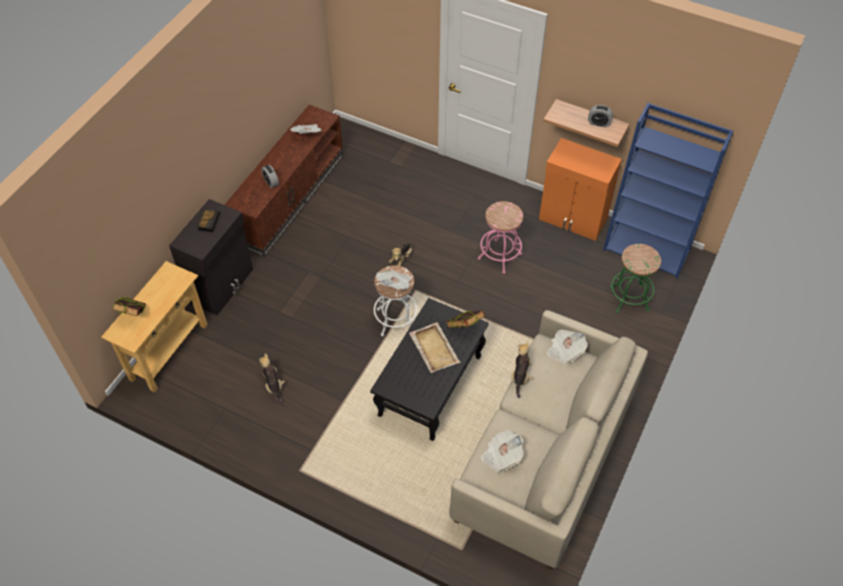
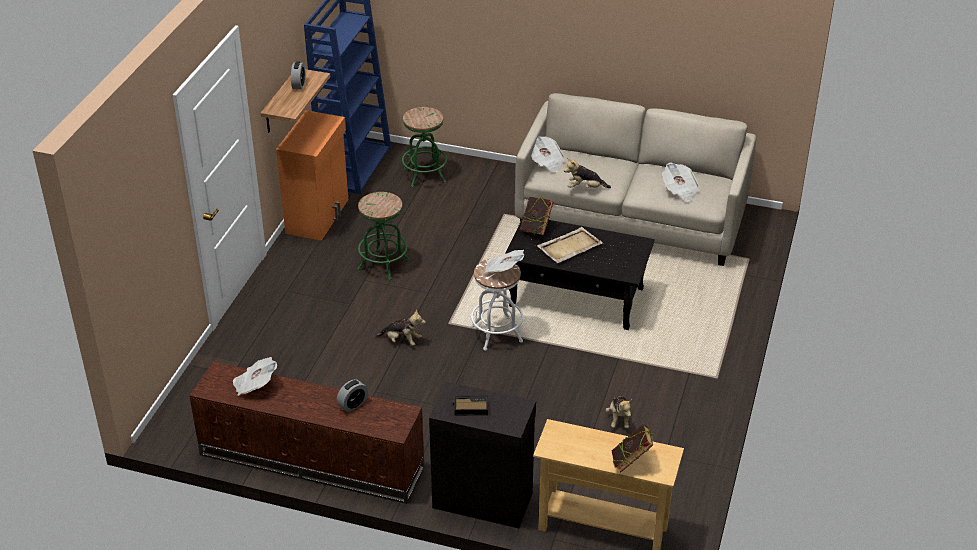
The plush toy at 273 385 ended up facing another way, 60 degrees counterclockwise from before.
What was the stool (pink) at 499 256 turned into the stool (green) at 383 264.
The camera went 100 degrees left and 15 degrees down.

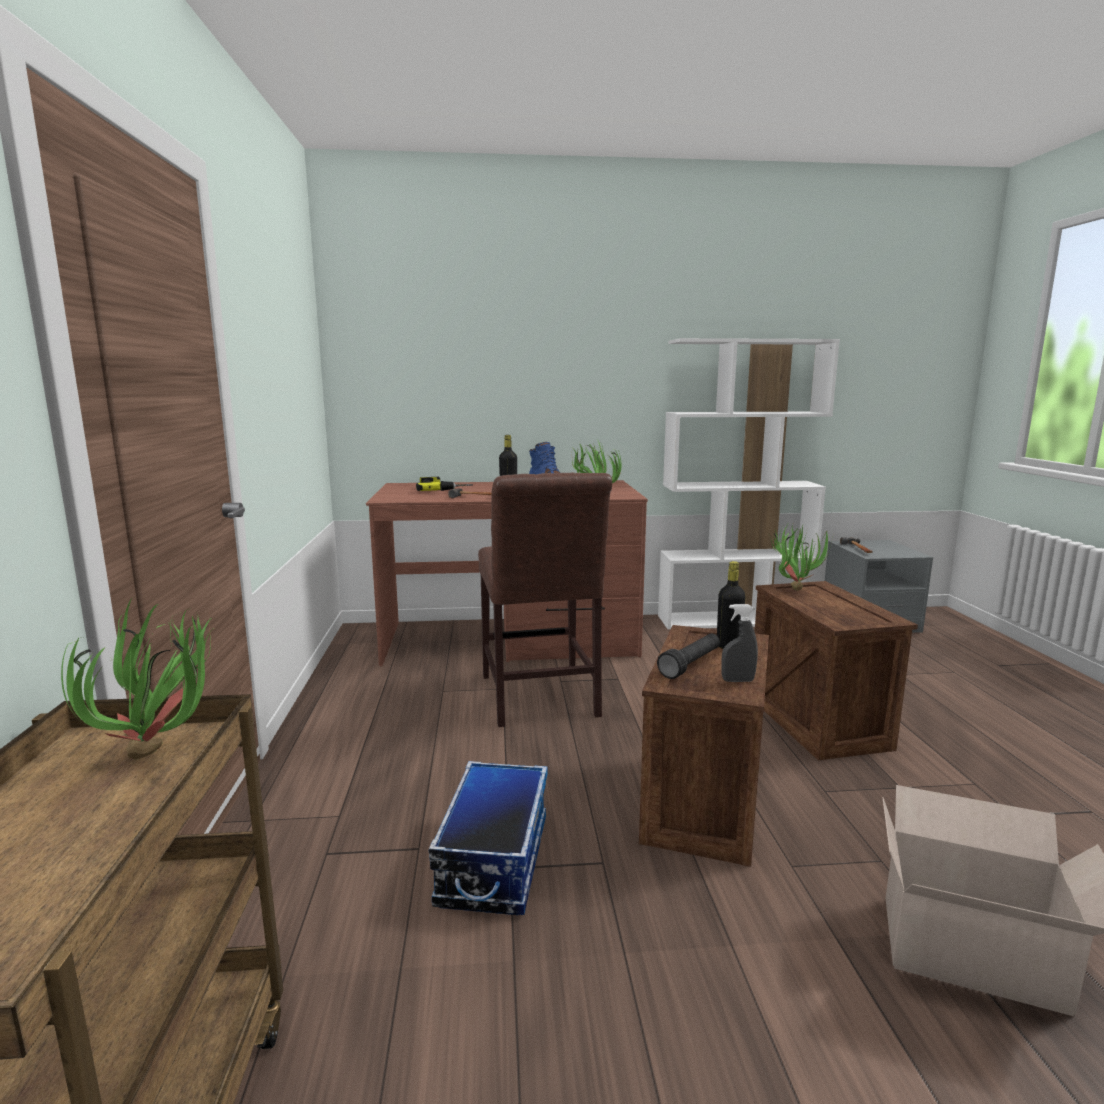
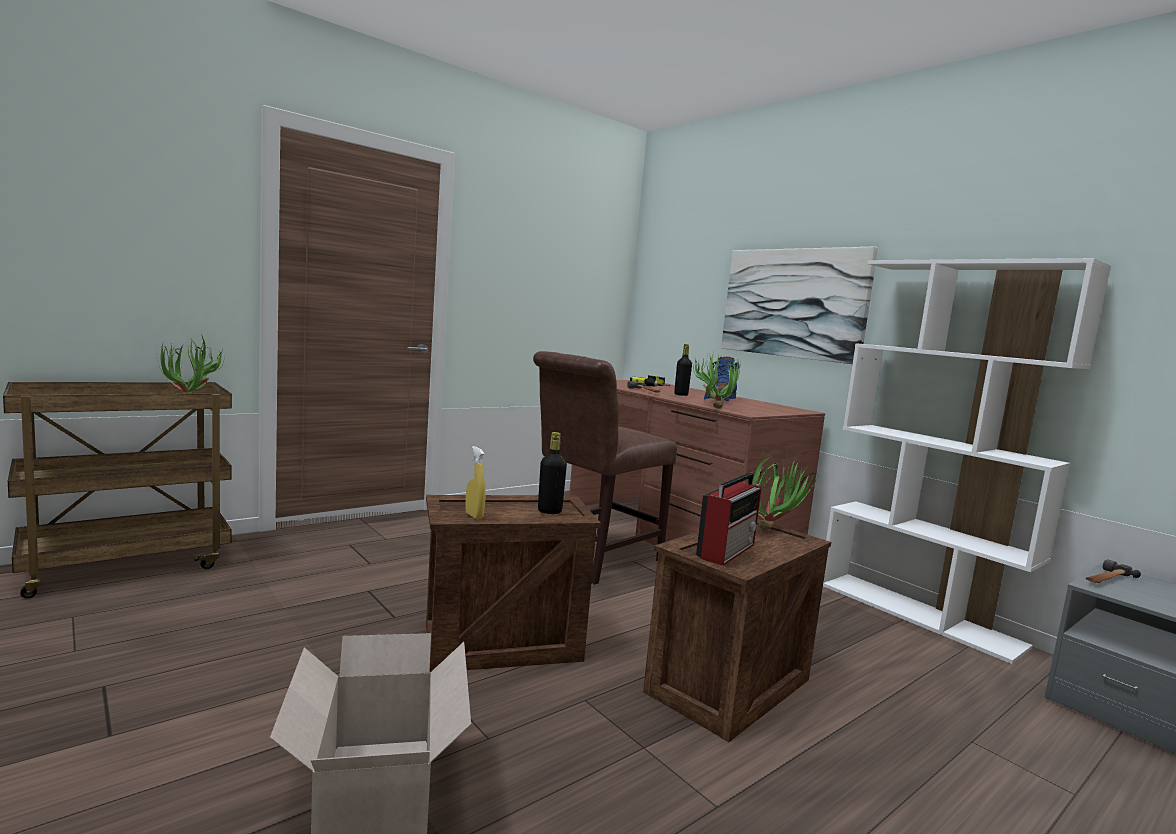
The second view lost the storage box at 493 860.
The second view lost the flashlight (black) at 691 665.
What was the spray bottle (grey) at 737 680 turned into the spray bottle (yellow) at 474 516.
The second view gained the radio at 727 550.
The second view gained the picture at 793 303.
The camera went 55 degrees right and 5 degrees down.

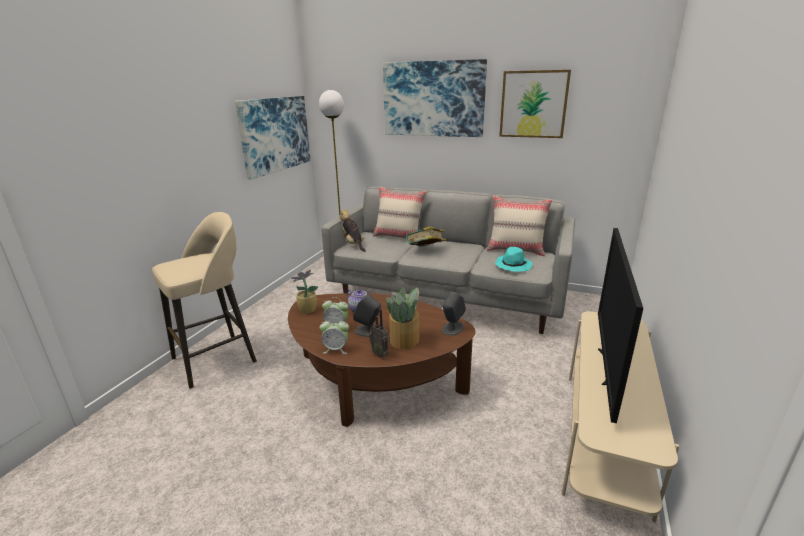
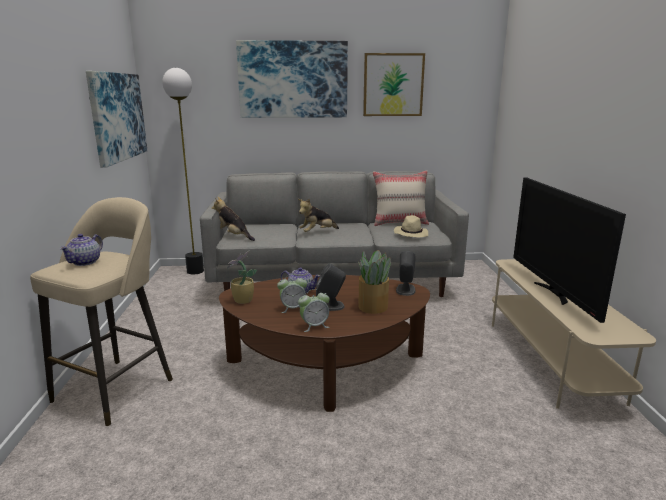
The second view lost the radio at 380 354.
The second view lost the pillow (beige) at 399 237.
Where the book stood at 425 251, the plush toy came to stand at 317 233.
What was the hat (turquoise) at 512 265 turned into the hat (beige) at 410 234.
The second view gained the teapot at 85 262.
The camera went 25 degrees left and 5 degrees down.

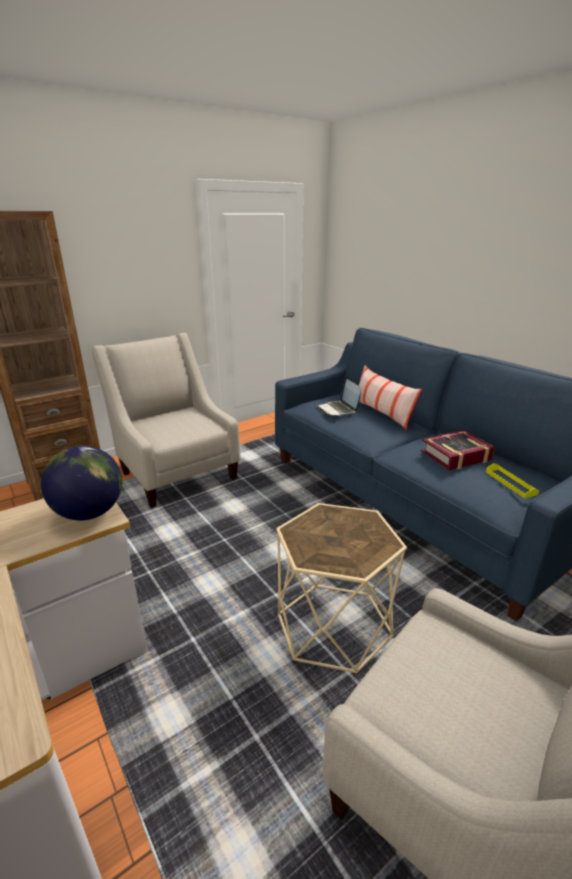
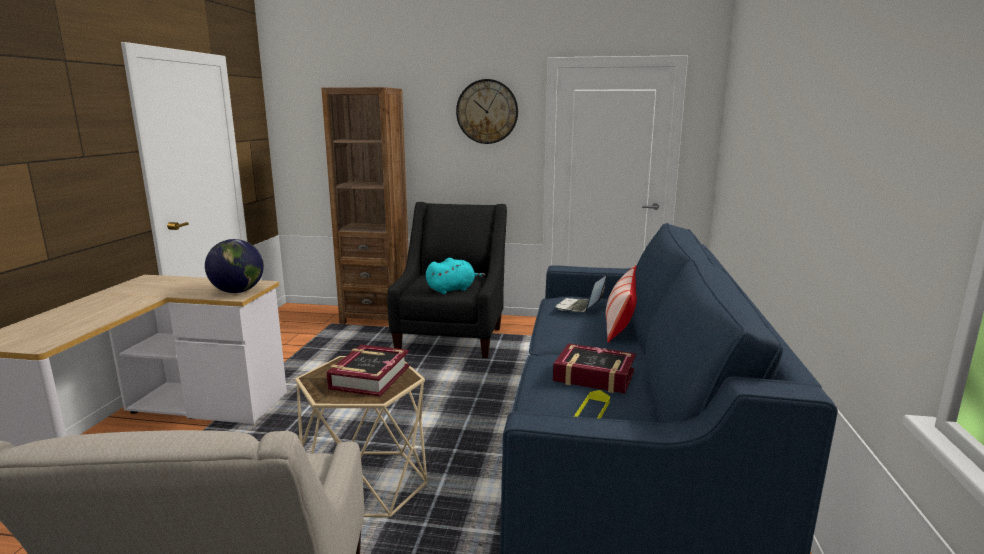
What was the armchair (beige) at 175 472 turned into the armchair (black) at 452 336.
The second view gained the book at 369 377.
The second view gained the plush toy (turquoise) at 452 289.
The second view gained the wall clock at 487 111.
The camera went 45 degrees right and 10 degrees down.

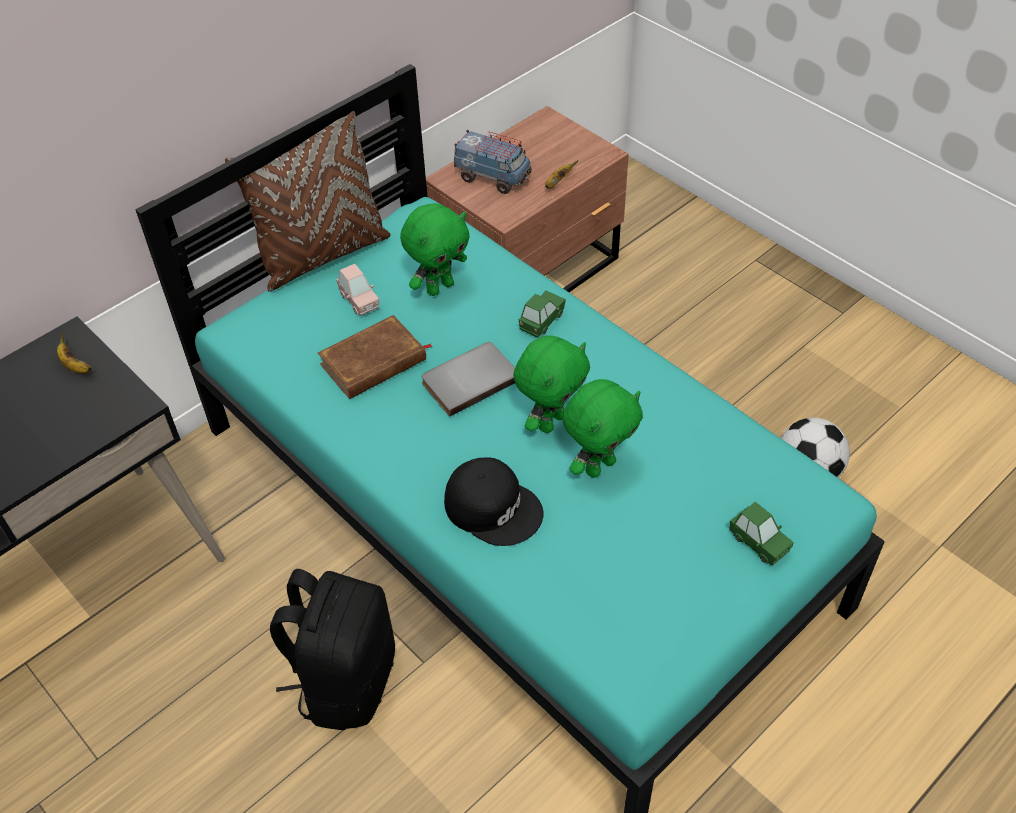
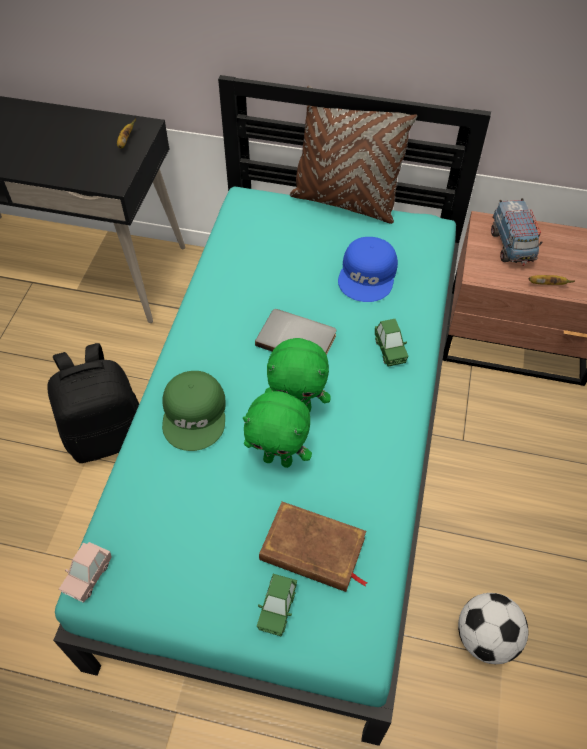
The book (brown) ended up elsewhere, having gone from 374 362 to 313 550.
The toy car (pink) ended up elsewhere, having gone from 359 300 to 88 576.
Where the plush toy (green) stood at 439 287, the cap (blue) came to stand at 368 275.
What was the cap (black) at 493 507 turned into the cap (green) at 195 414.
The toy car (green) at 542 321 ended up facing another way, 75 degrees clockwise from before.
The camera went 55 degrees right and 5 degrees up.

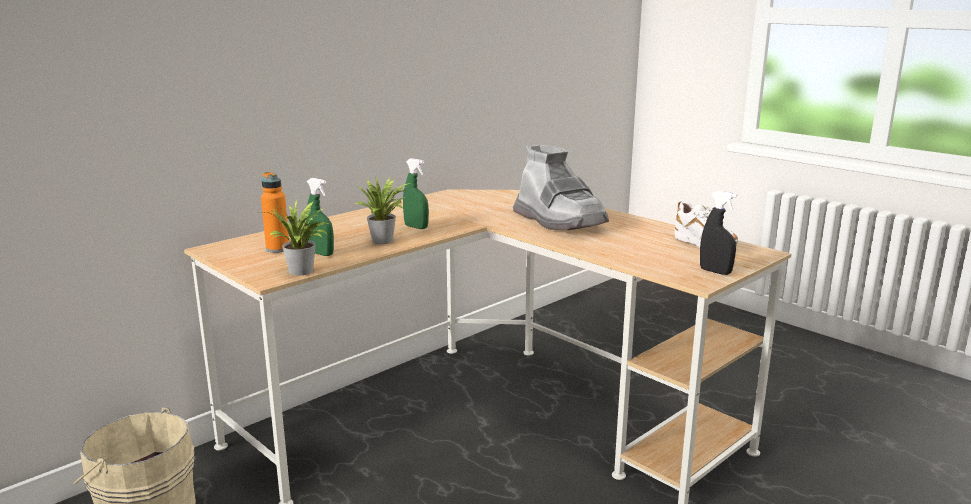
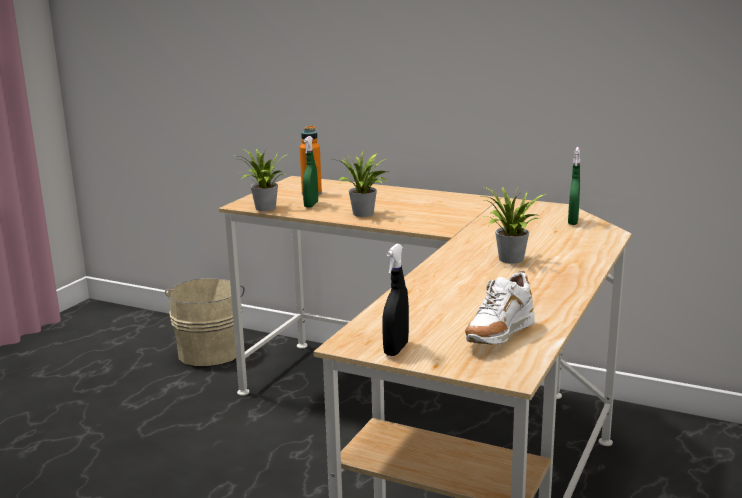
The spray bottle (green) ended up elsewhere, having gone from 416 227 to 573 222.
Where the boot (grey) stood at 559 221, the potted plant came to stand at 509 260.
The camera went 70 degrees right and 0 degrees up.

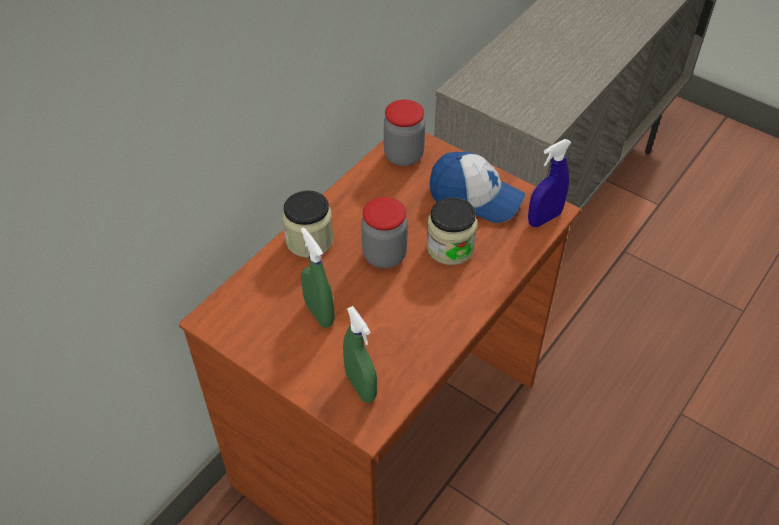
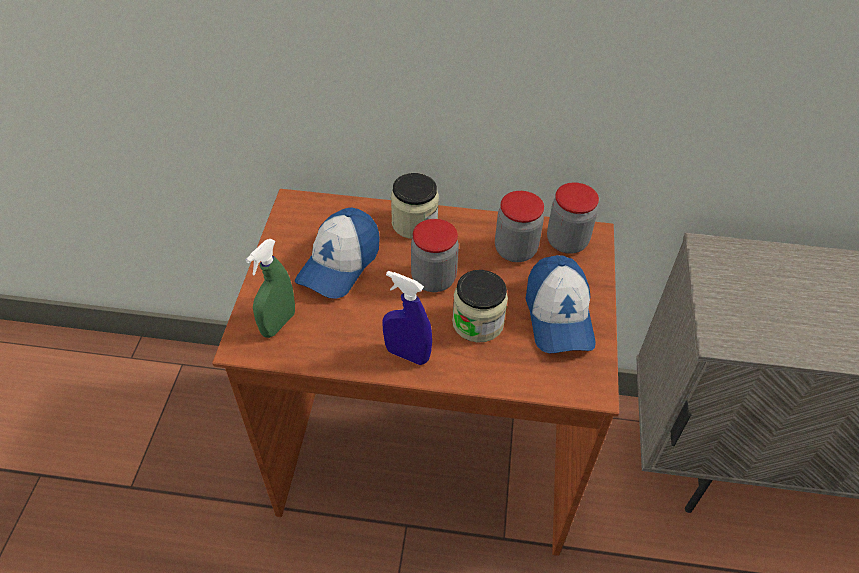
Where the spray bottle (green) stood at 319 313, the cap came to stand at 339 264.
The spray bottle (blue) ended up elsewhere, having gone from 544 218 to 407 354.
The second view gained the jar at 515 250.
The camera went 60 degrees right and 0 degrees up.

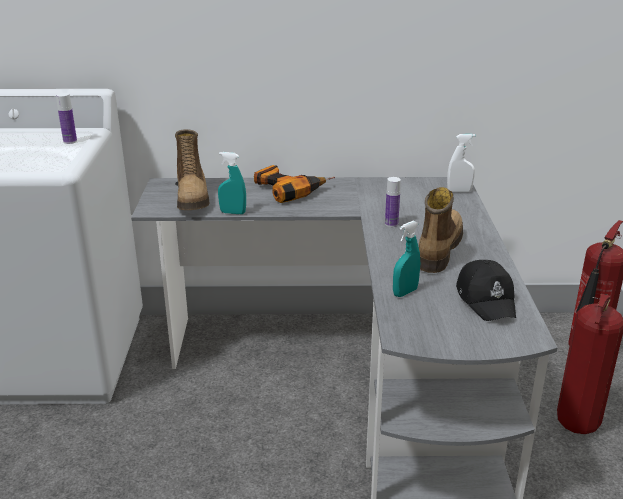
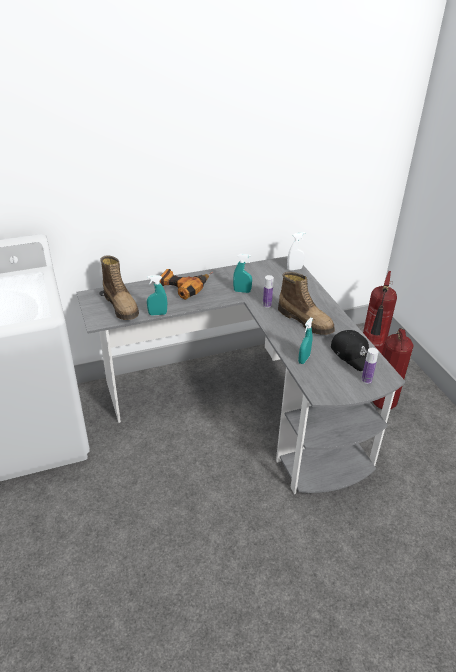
The bottle ended up elsewhere, having gone from 70 141 to 366 380.
The boot at 438 249 ended up facing another way, 135 degrees clockwise from before.
The second view gained the spray bottle (turquoise) at 242 291.
The camera went 20 degrees left and 10 degrees up.

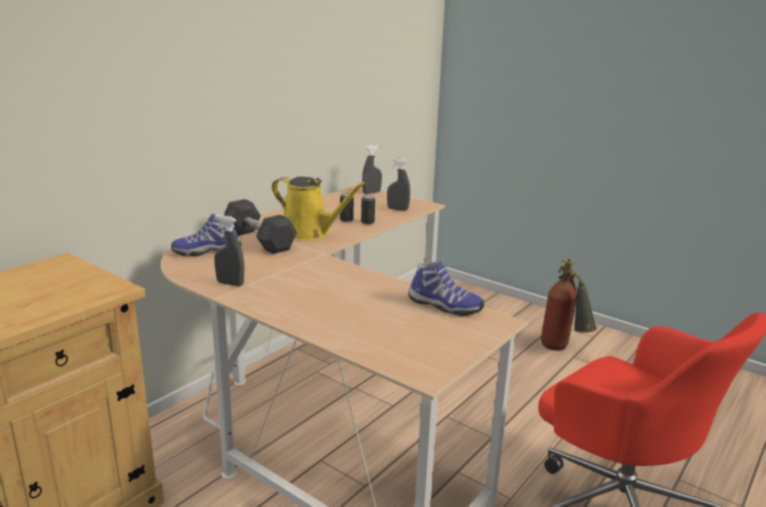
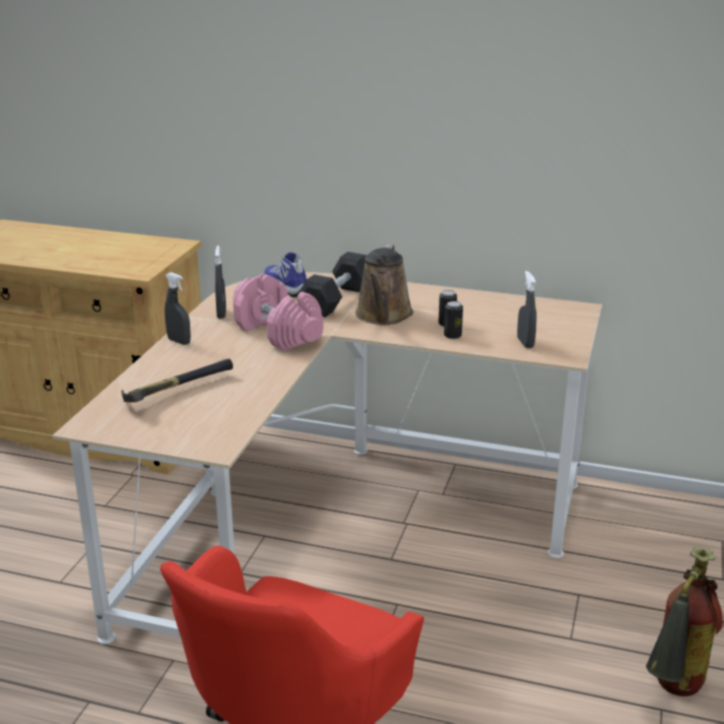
What was the watering can (yellow) at 309 233 turned into the watering can (brown) at 383 316.
The spray bottle (grey) ended up elsewhere, having gone from 371 192 to 179 341.
The second view lost the shoe at 444 306.
The second view gained the hammer at 173 392.
The second view gained the dumbbell (pink) at 279 332.
The camera went 70 degrees right and 5 degrees up.

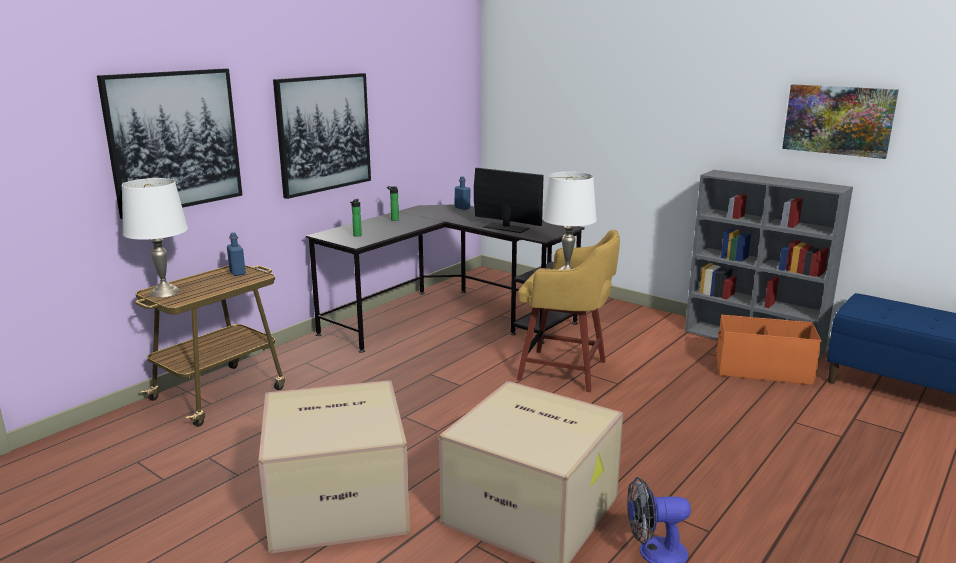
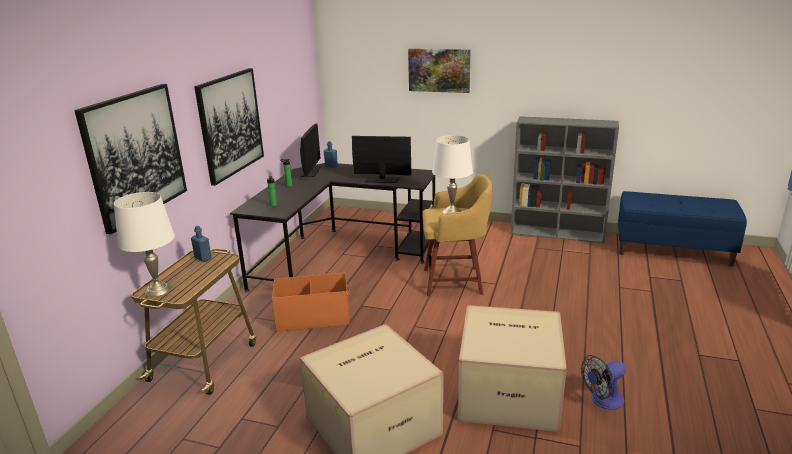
The storage box (orange) ended up elsewhere, having gone from 762 370 to 313 318.
The picture ended up elsewhere, having gone from 838 120 to 439 70.
The second view gained the monitor at 311 171.
The camera went 20 degrees left and 5 degrees up.

